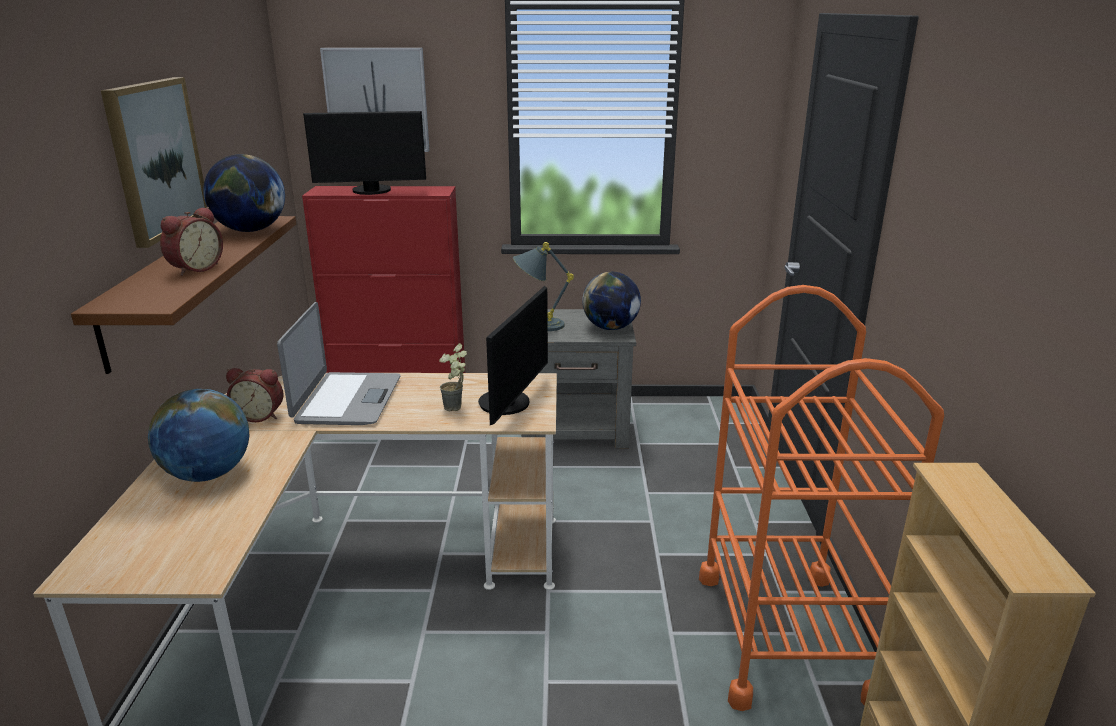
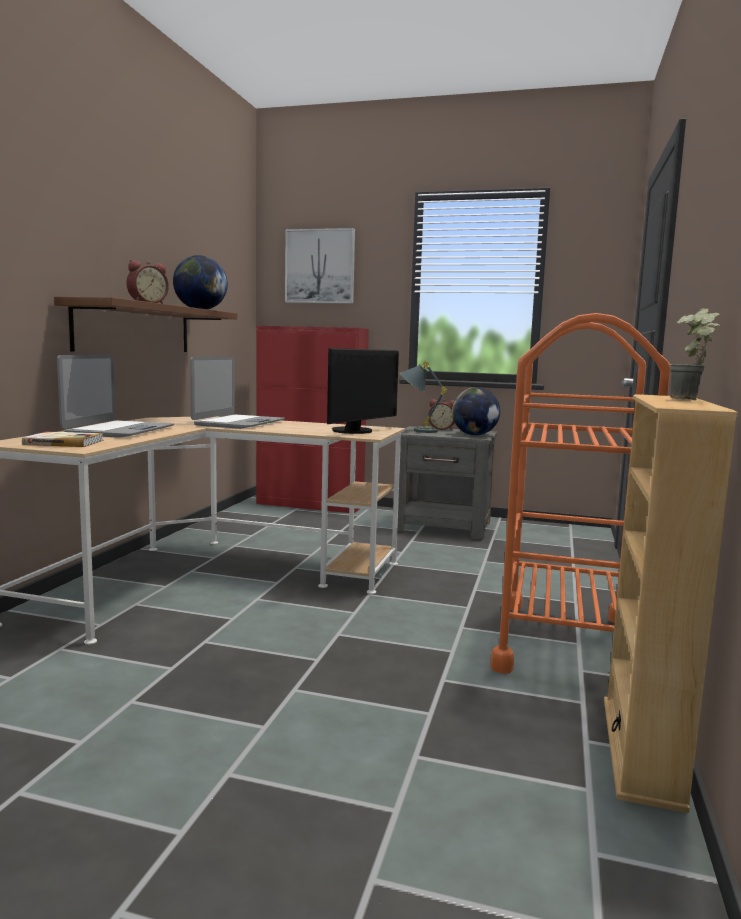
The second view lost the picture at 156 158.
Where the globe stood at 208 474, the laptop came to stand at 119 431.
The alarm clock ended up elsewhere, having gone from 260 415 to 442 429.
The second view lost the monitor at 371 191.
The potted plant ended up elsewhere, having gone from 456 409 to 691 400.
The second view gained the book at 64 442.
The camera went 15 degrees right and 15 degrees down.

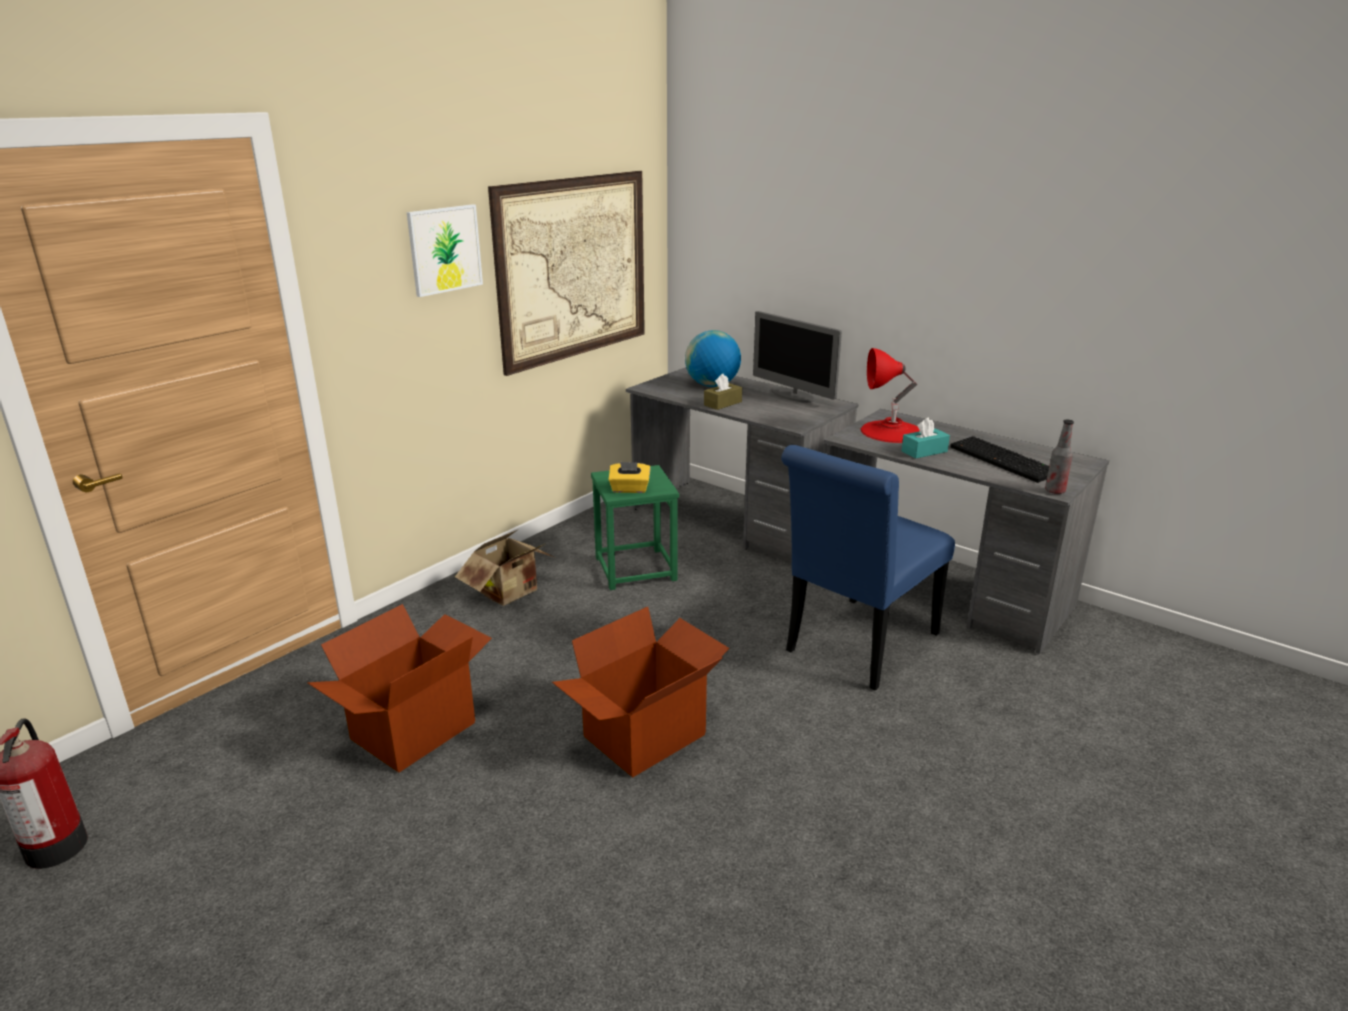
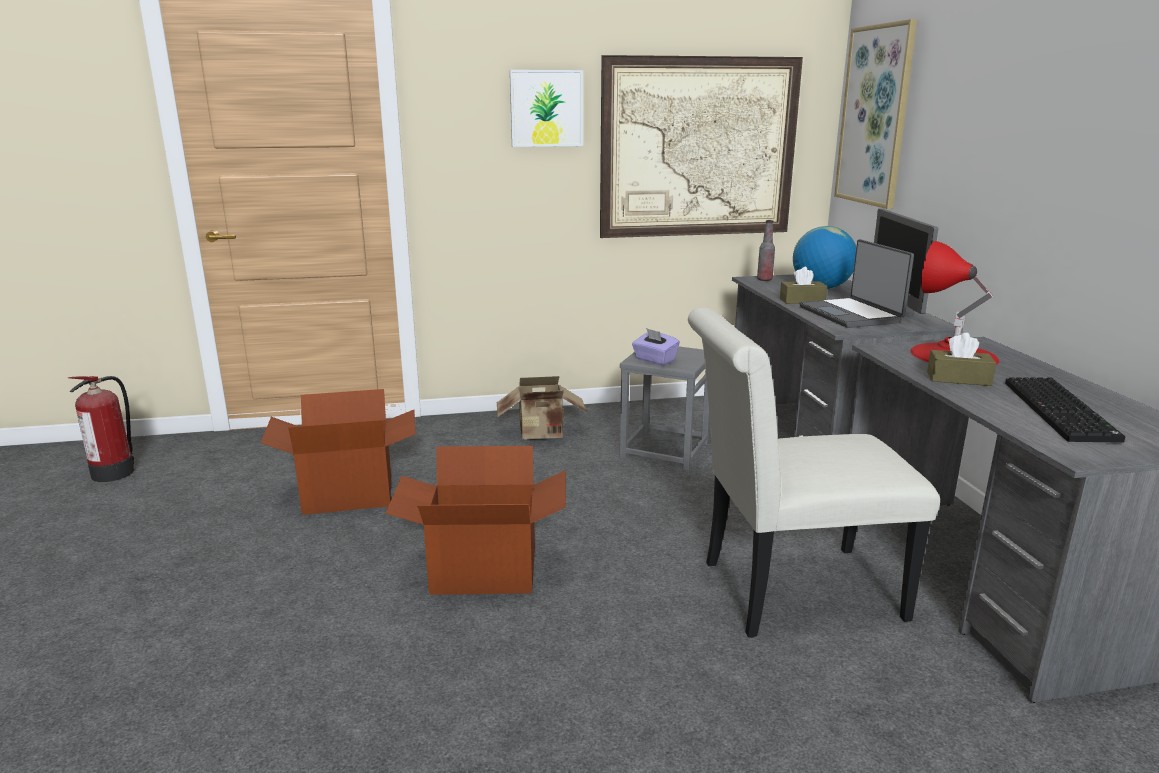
What was the stool (green) at 634 569 turned into the stool (grey) at 664 450.
What was the tissue box (yellow) at 629 489 turned into the tissue box (purple) at 654 360.
What was the chair (blue) at 856 647 turned into the chair (white) at 788 592.
What was the tissue box (turquoise) at 924 451 turned into the tissue box (brown) at 958 379.
The bottle ended up elsewhere, having gone from 1054 491 to 764 279.
The second view gained the laptop at 851 314.
The second view gained the picture at 875 116.
The camera went 40 degrees right and 5 degrees down.

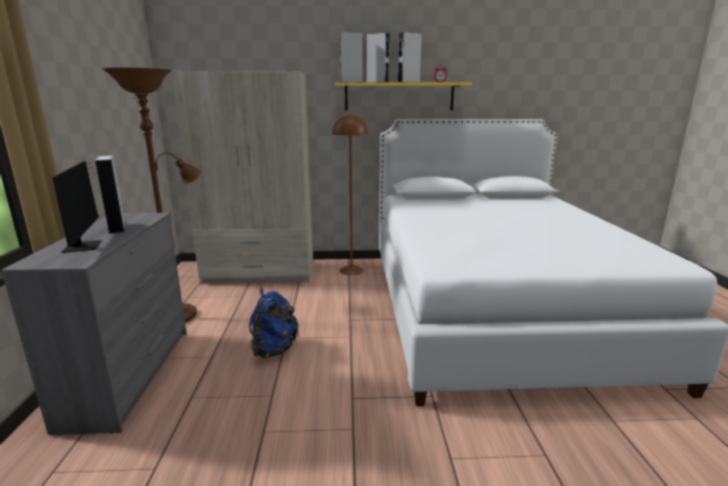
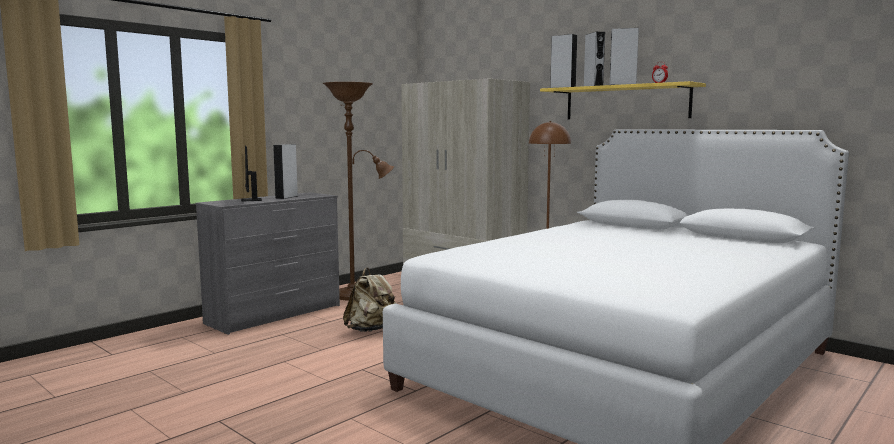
The monitor at 85 244 ended up facing another way, 135 degrees clockwise from before.
What was the backpack (blue) at 274 349 turned into the backpack (beige) at 371 330.
The camera went 45 degrees right and 10 degrees down.

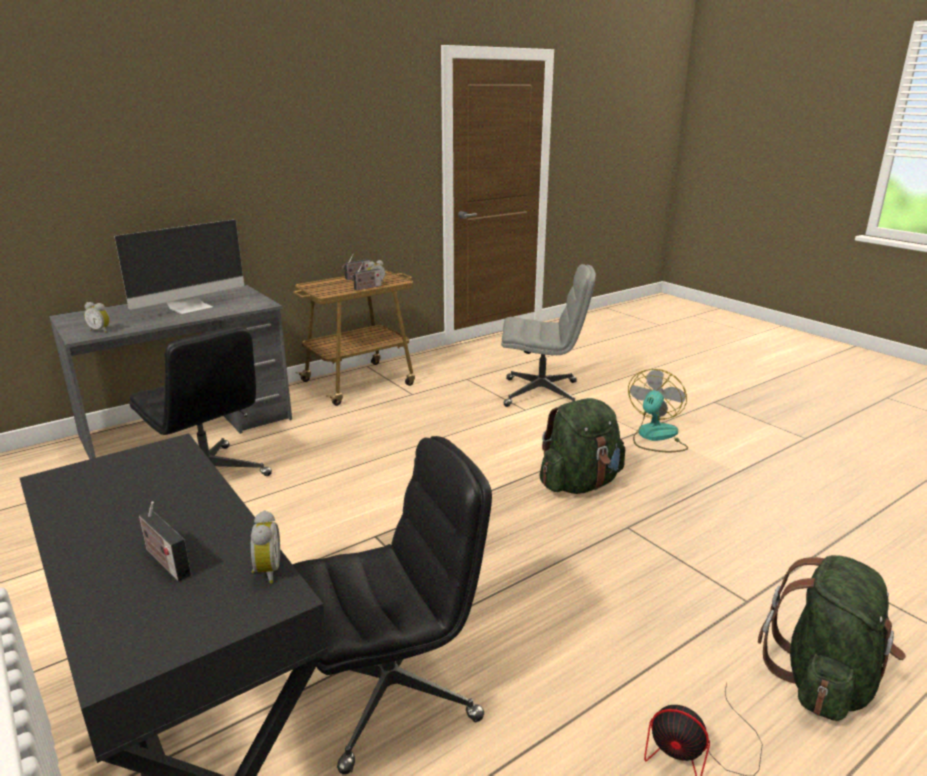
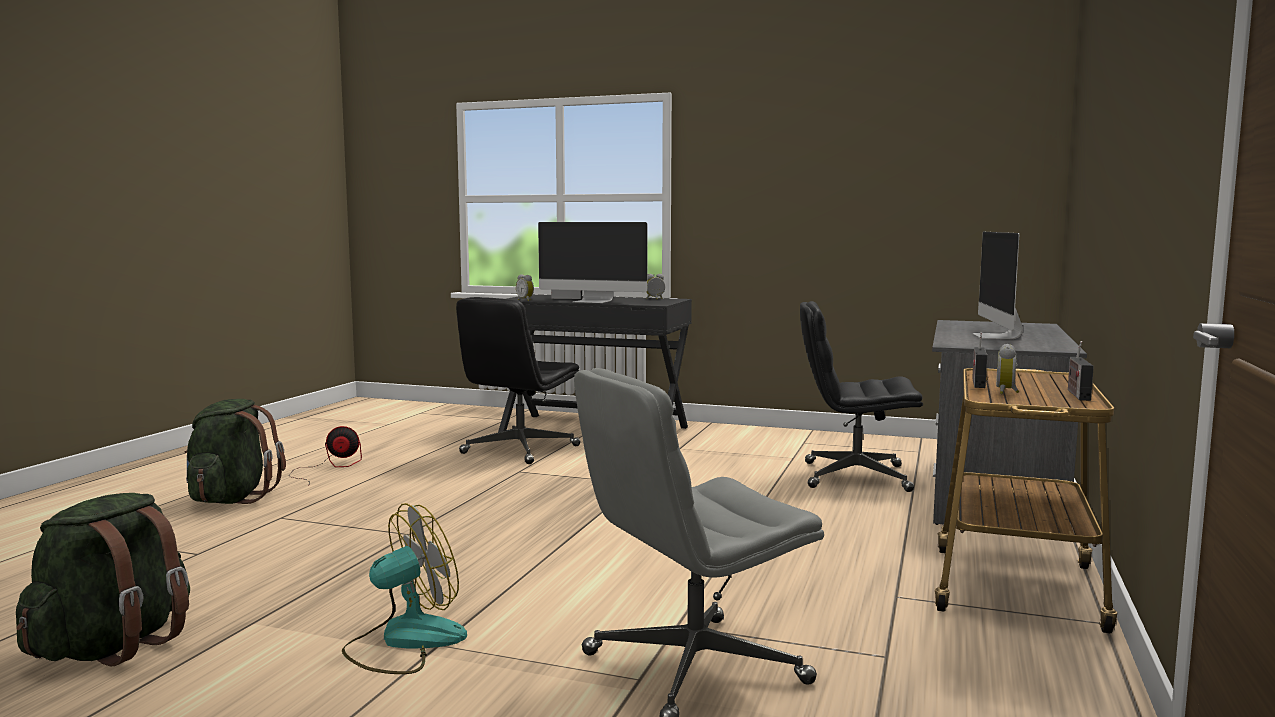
The alarm clock ended up elsewhere, having gone from 101 330 to 655 299.
The backpack (green) ended up elsewhere, having gone from 580 484 to 114 646.
The fan at 655 437 ended up facing another way, 120 degrees counterclockwise from before.
The second view gained the monitor at 594 301.
The camera went 145 degrees right and 15 degrees down.

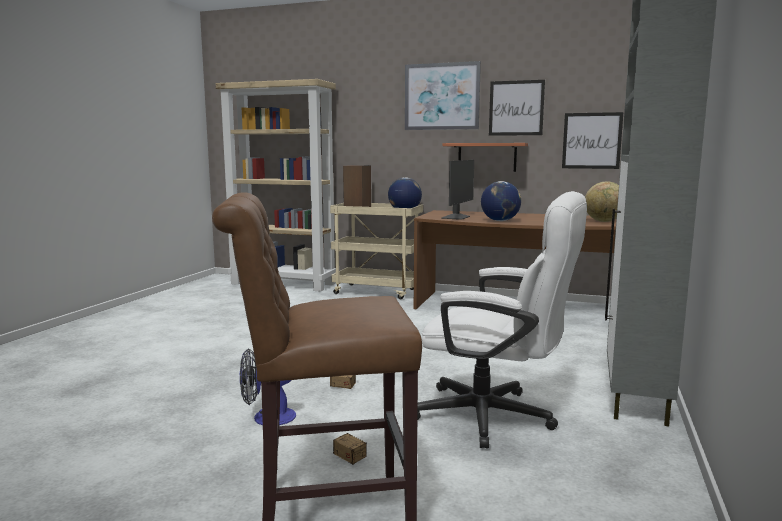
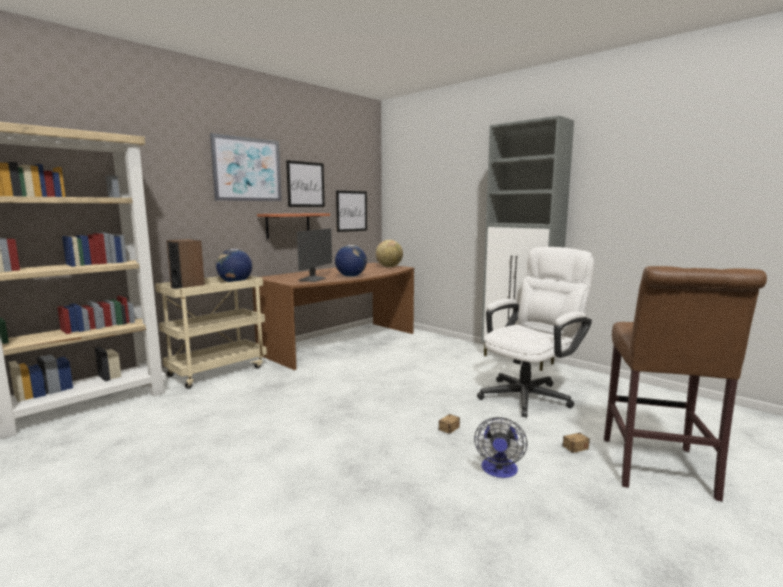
The monitor at 456 217 ended up facing another way, 60 degrees clockwise from before.
The camera went 65 degrees left and 0 degrees up.

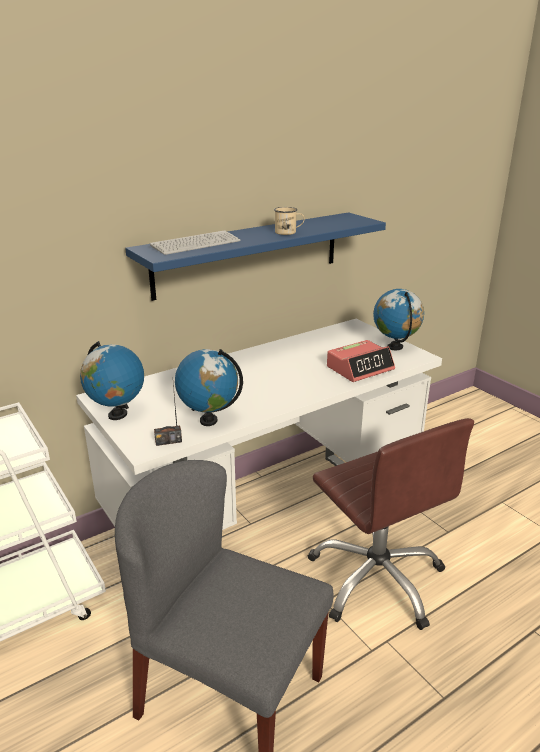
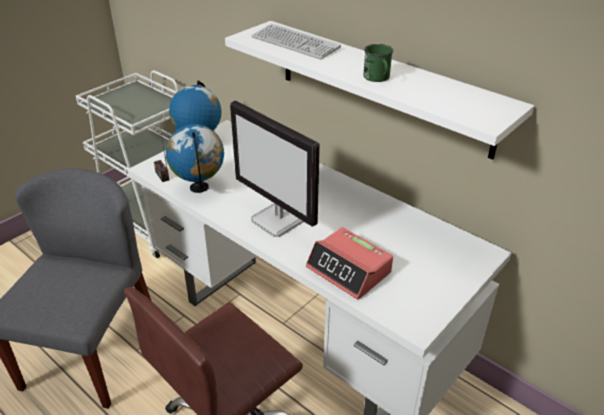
What was the shelf (blue) at 249 254 turned into the shelf (white) at 381 86.
What was the mug (beige) at 289 232 turned into the mug (green) at 378 78.
The second view lost the globe at 395 347.
The second view gained the monitor at 279 220.
The camera went 75 degrees right and 10 degrees up.

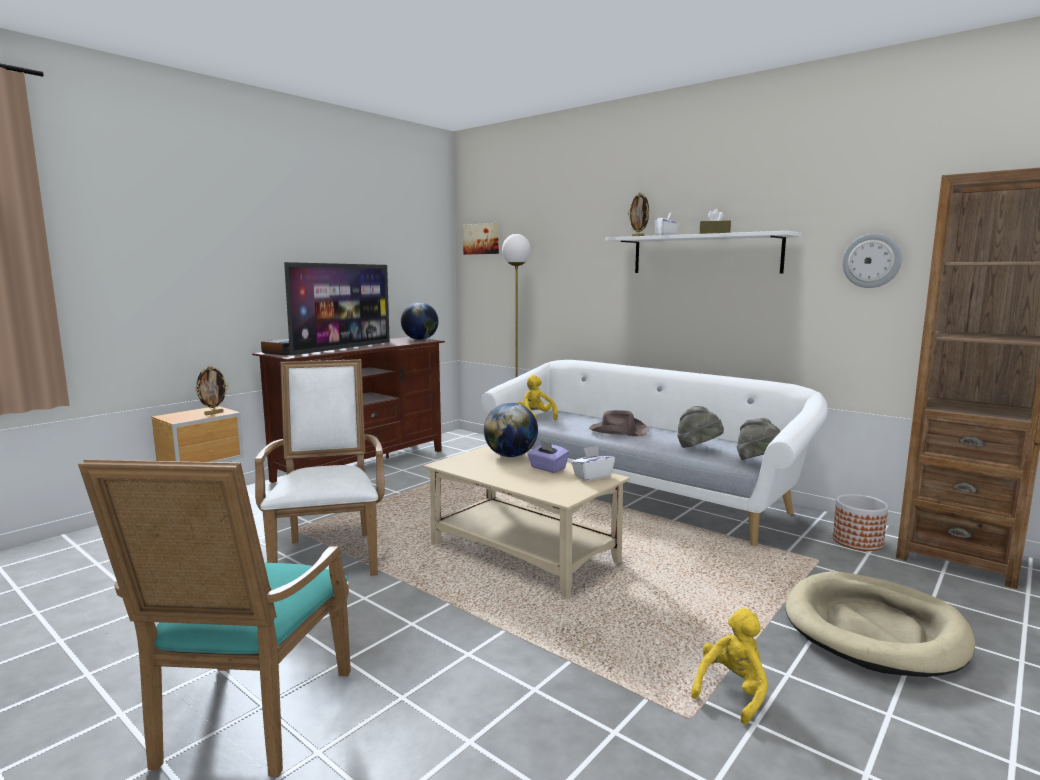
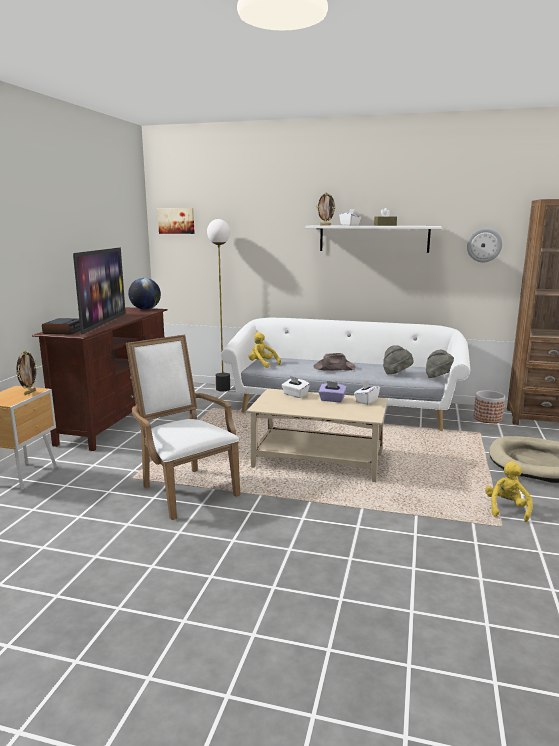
The second view lost the armchair (turquoise) at 246 724.
Where the globe stood at 511 456, the tissue box (white) came to stand at 295 395.
The camera went 25 degrees left and 5 degrees up.

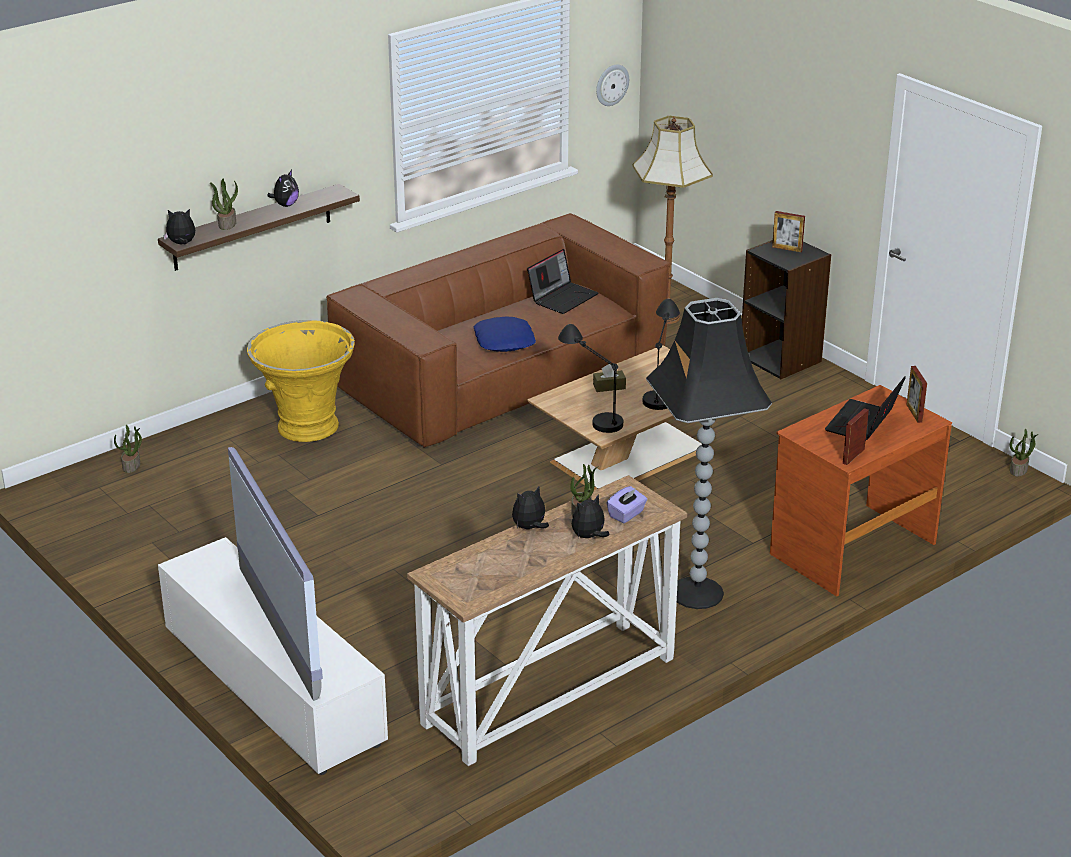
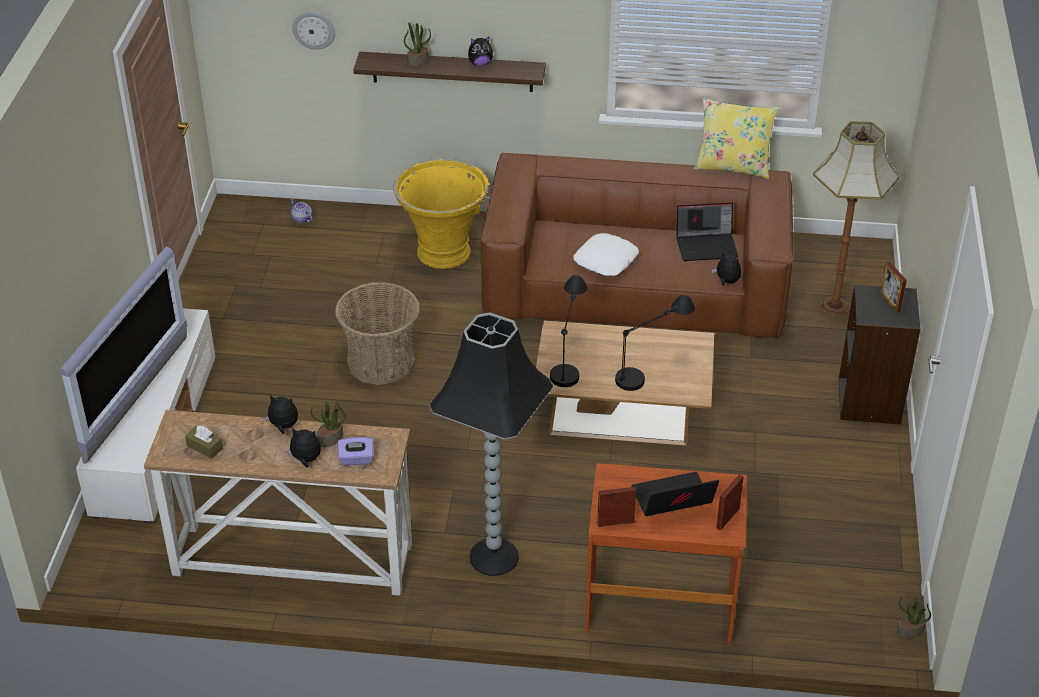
Where the potted plant stood at 131 466, the teapot came to stand at 302 219.
The plush toy ended up elsewhere, having gone from 181 244 to 726 281.
What was the pillow (blue) at 505 341 turned into the pillow (white) at 606 260.
The tissue box (brown) ended up elsewhere, having gone from 609 386 to 205 447.
The wall clock ended up elsewhere, having gone from 611 84 to 314 29.
The second view gained the basket at 381 362.
The second view gained the pillow (yellow) at 733 166.
The camera went 45 degrees right and 10 degrees up.

